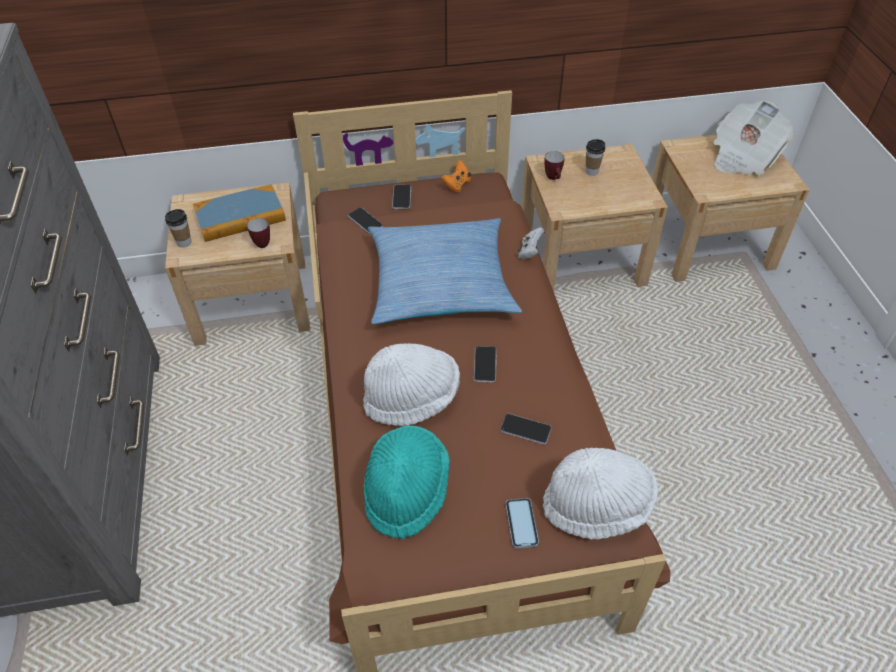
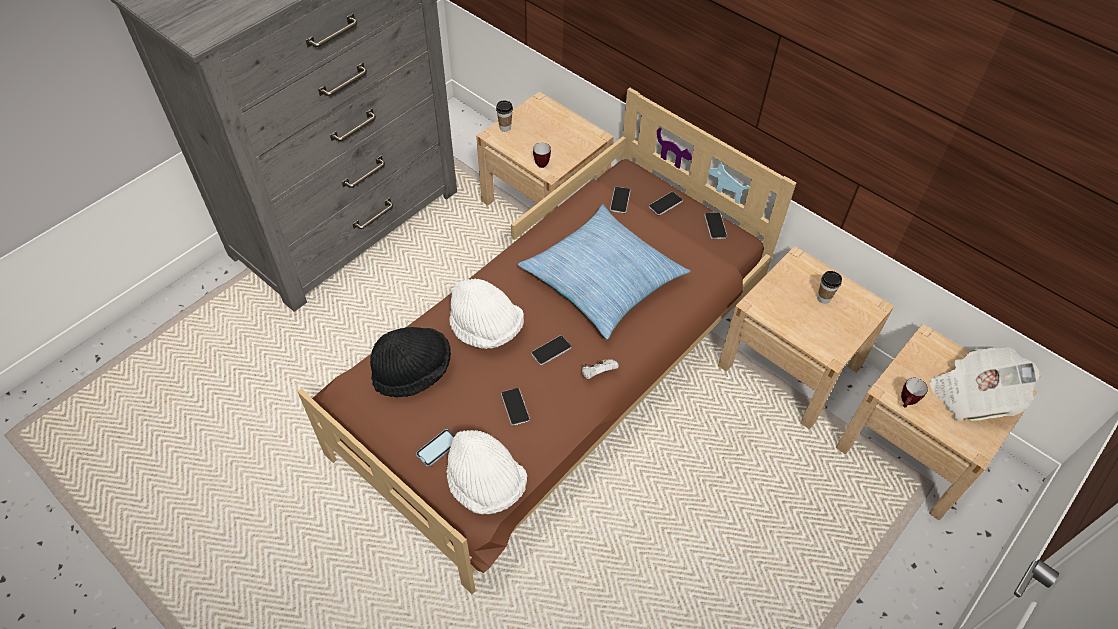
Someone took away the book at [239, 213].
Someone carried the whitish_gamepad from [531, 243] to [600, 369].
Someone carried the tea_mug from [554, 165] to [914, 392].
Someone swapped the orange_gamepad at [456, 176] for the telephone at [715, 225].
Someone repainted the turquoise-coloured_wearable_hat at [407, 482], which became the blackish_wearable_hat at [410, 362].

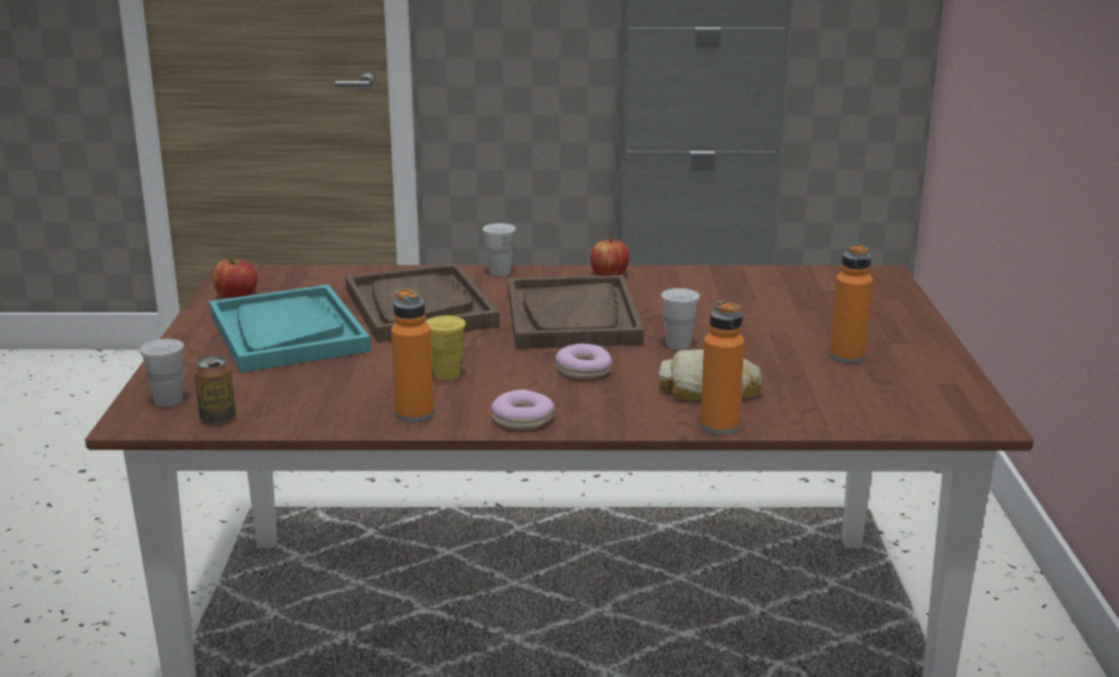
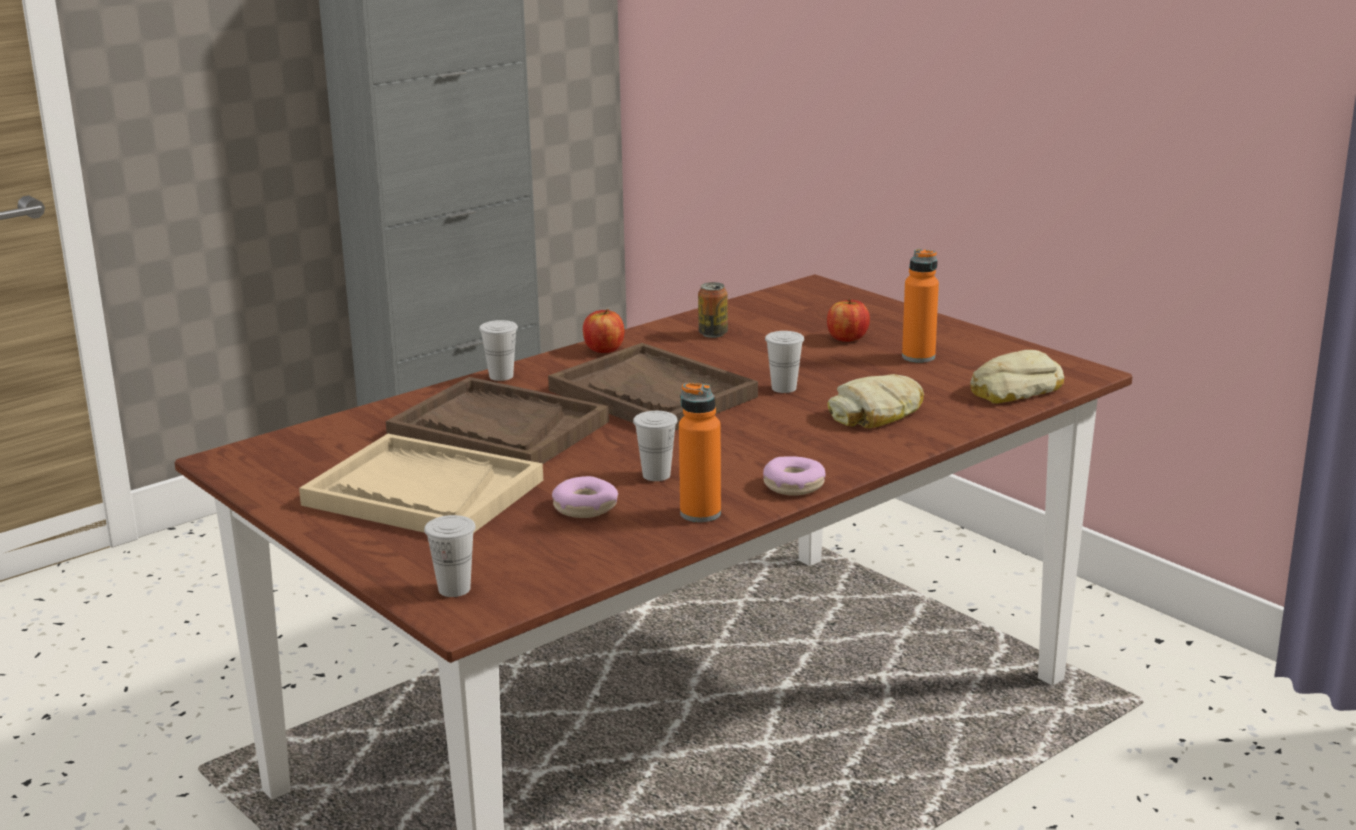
Someone took away the orange_bottle at [722, 368].
Someone put down the baked_bread at [1017, 377].
Someone carried the sealed_can from [215, 390] to [713, 310].
Someone carried the apple_fruit from [235, 278] to [848, 320].
Someone carried the doughnut from [584, 361] to [585, 497].
Someone repainted the turquoise-coloured_carrying_tray at [290, 328], which became the sand-coloured_carrying_tray at [421, 483].
Someone repainted the yellow_drinking_cup at [446, 348], which became the whitish_drinking_cup at [655, 446].

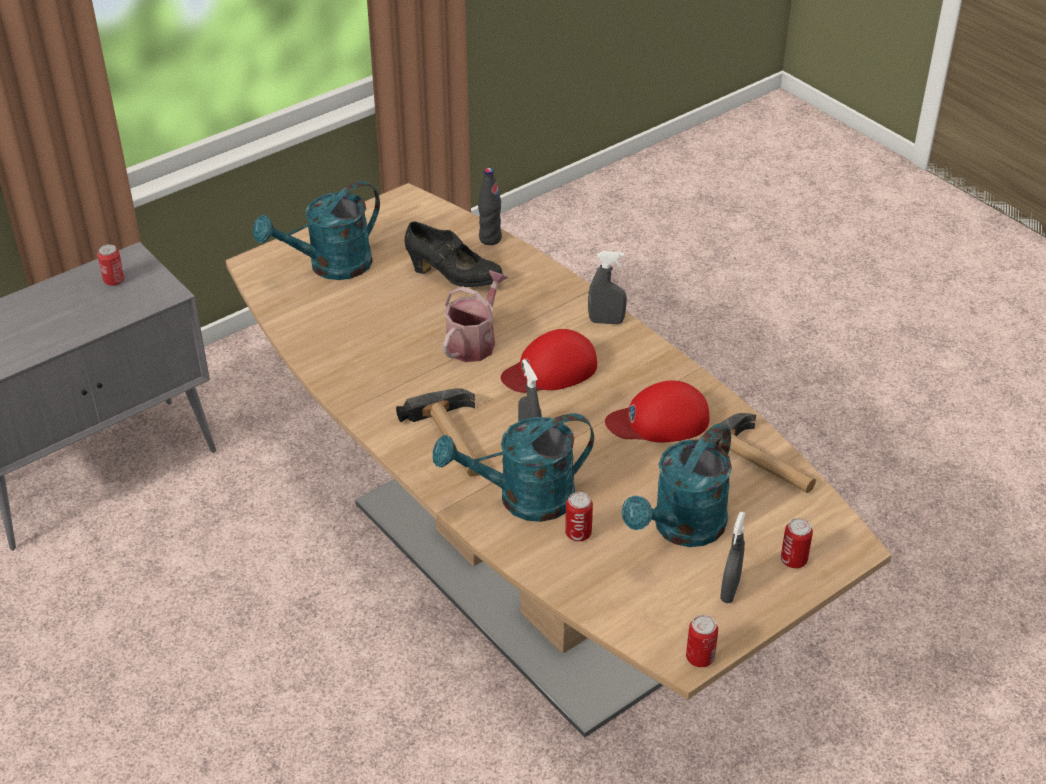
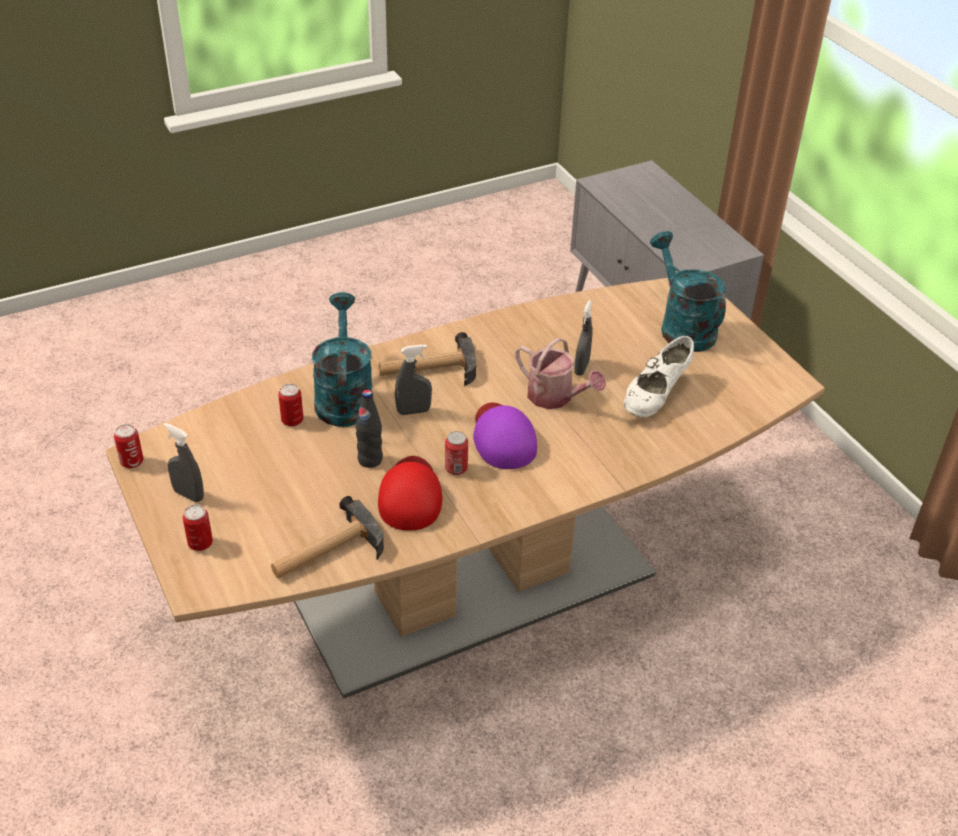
Someone took away the turquoise-coloured_watering_can at [677, 485].
Someone carried the sealed_can from [110, 265] to [456, 453].
Someone carried the blackish_bottle from [490, 206] to [369, 429].
Someone carried the gray_spray_bottle from [607, 287] to [583, 338].
Someone repainted the blackish_shoe at [454, 254], which became the whitish_shoe at [659, 377].
Someone repainted the reddish_cap at [549, 361], which became the purple-coloured_cap at [505, 435].

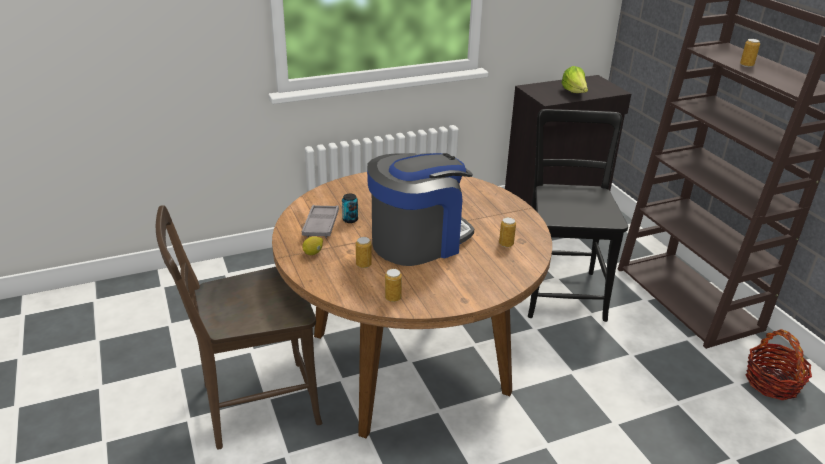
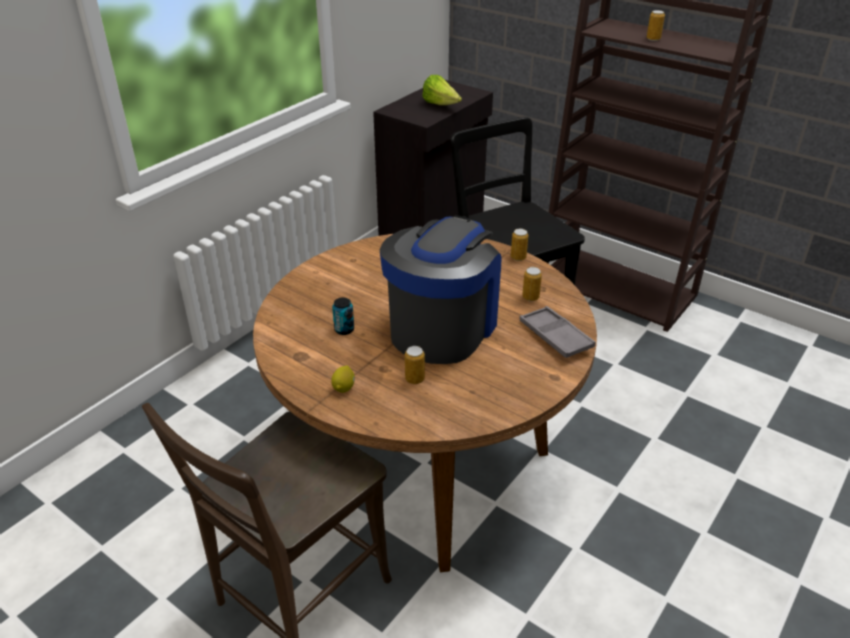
Someone took away the household_basket at [779, 364].
Someone carried the gray_carrying_tray from [320, 221] to [557, 332].
Someone carried the sealed_can from [393, 285] to [519, 245].

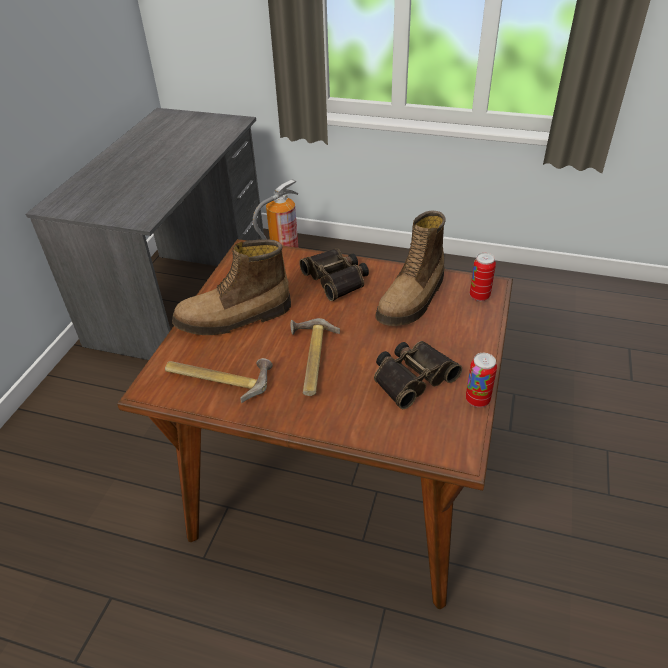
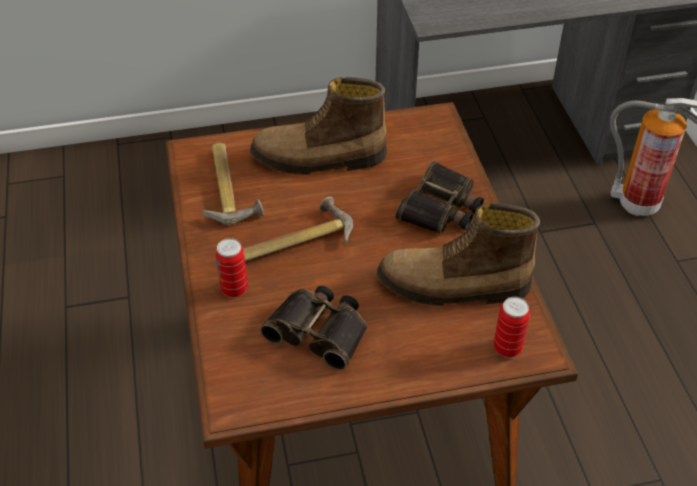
Someone carried the sealed_can from [481, 380] to [231, 268].
Someone rotated the boot at [231, 287] by 45 degrees counterclockwise.

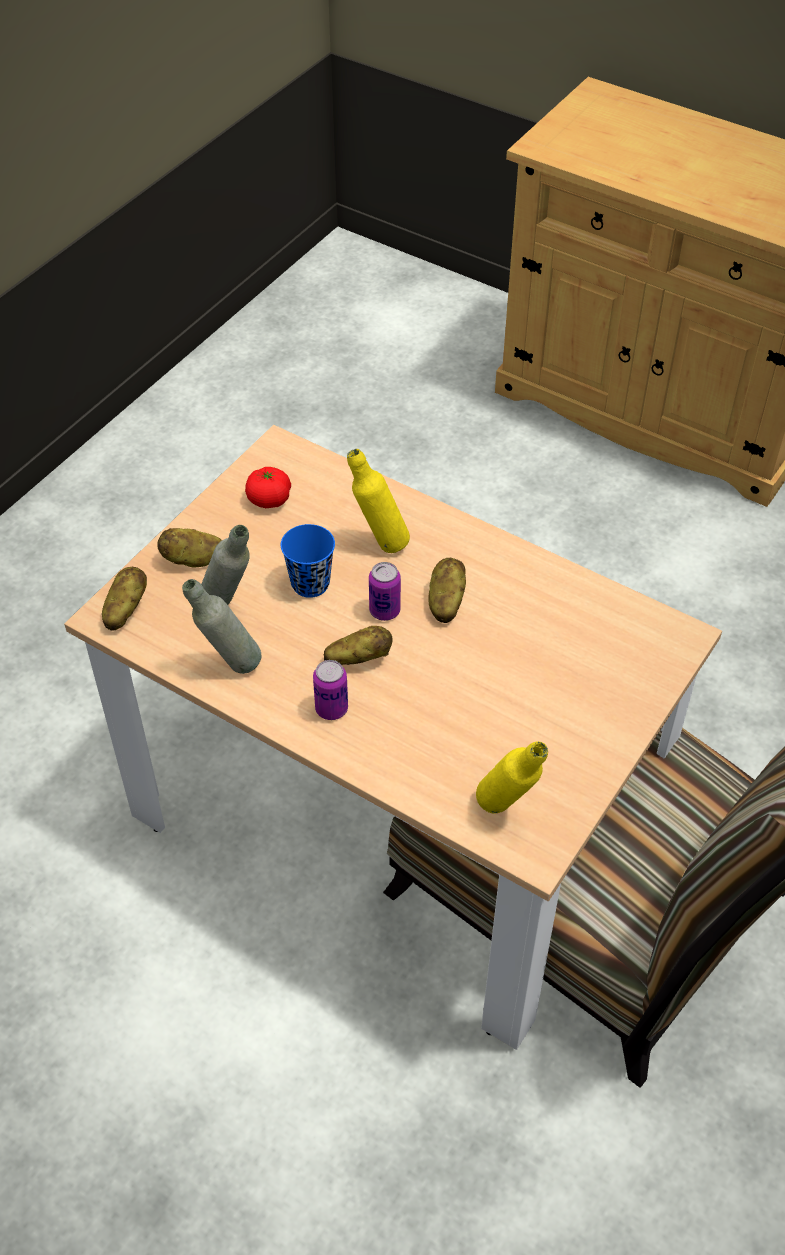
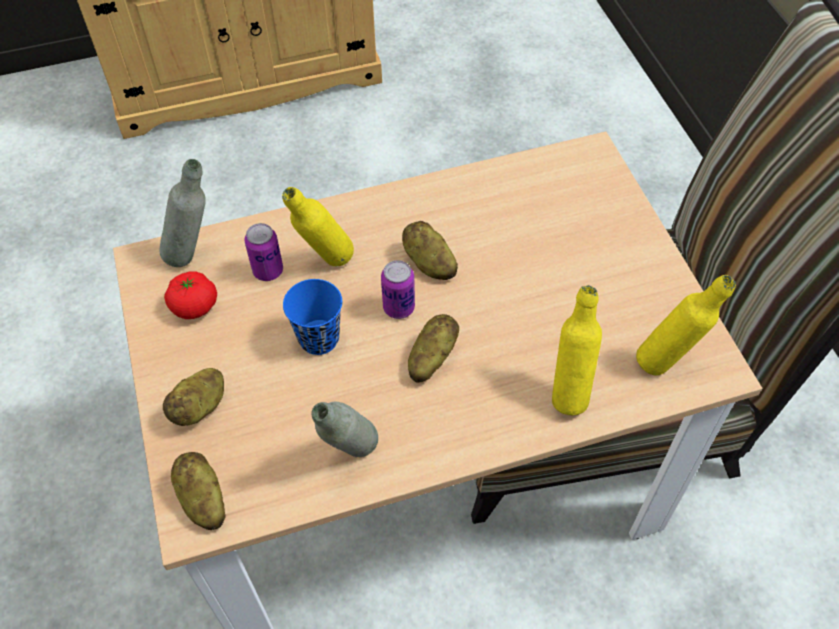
Someone put down the yellow_bottle at [577, 350].
Someone carried the gray_bottle from [225, 565] to [182, 213].
Someone carried the sealed_can from [330, 690] to [263, 252].

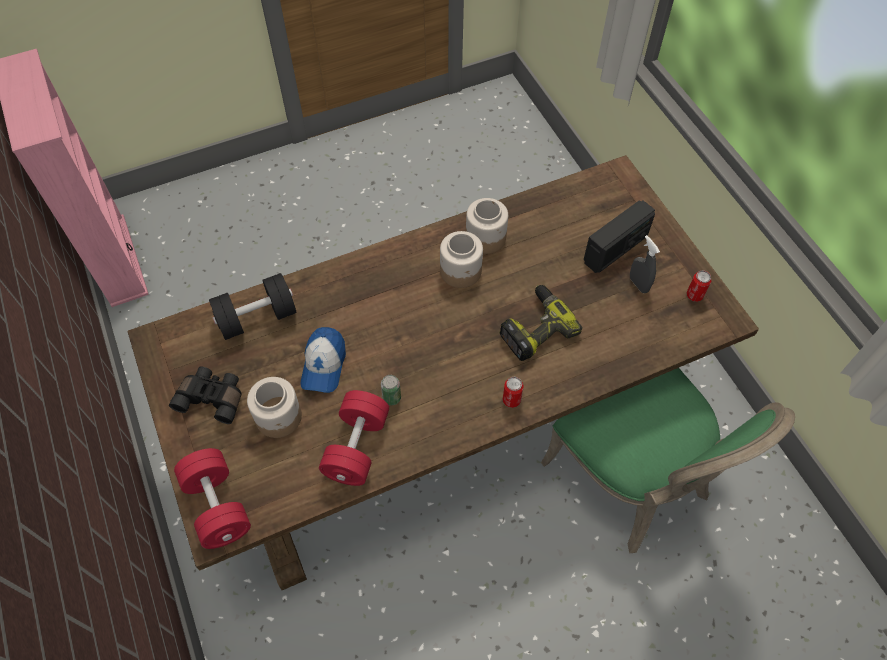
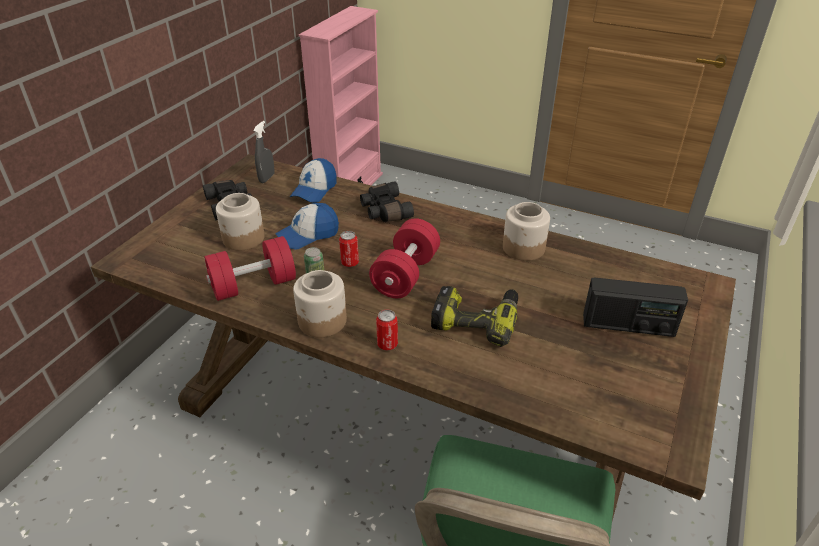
Someone put down the blackish_field_glasses at [387, 202].
Someone carried the reddish_free_weight from [212, 498] to [404, 258].
Someone carried the preserve_jar from [461, 259] to [320, 303].
Someone carried the gray_spray_bottle from [645, 264] to [263, 152].
Someone carried the sealed_can from [698, 286] to [349, 249].
Someone swapped the blackish_free_weight at [252, 306] for the cap at [313, 180].

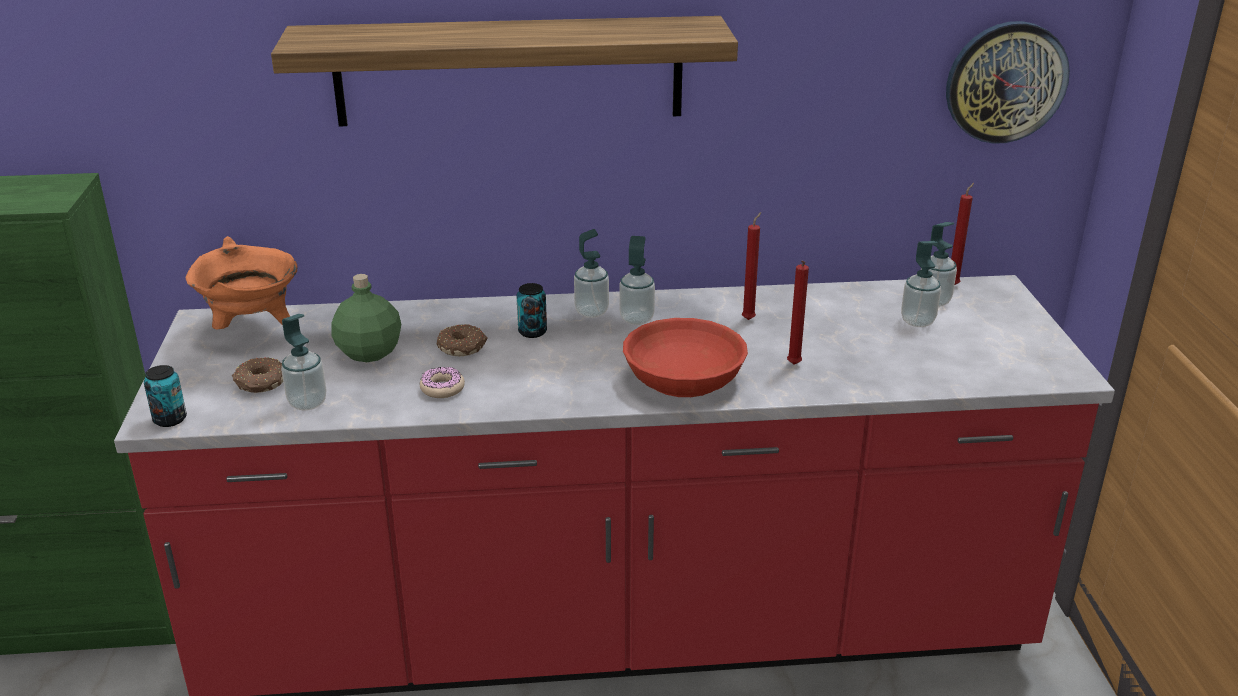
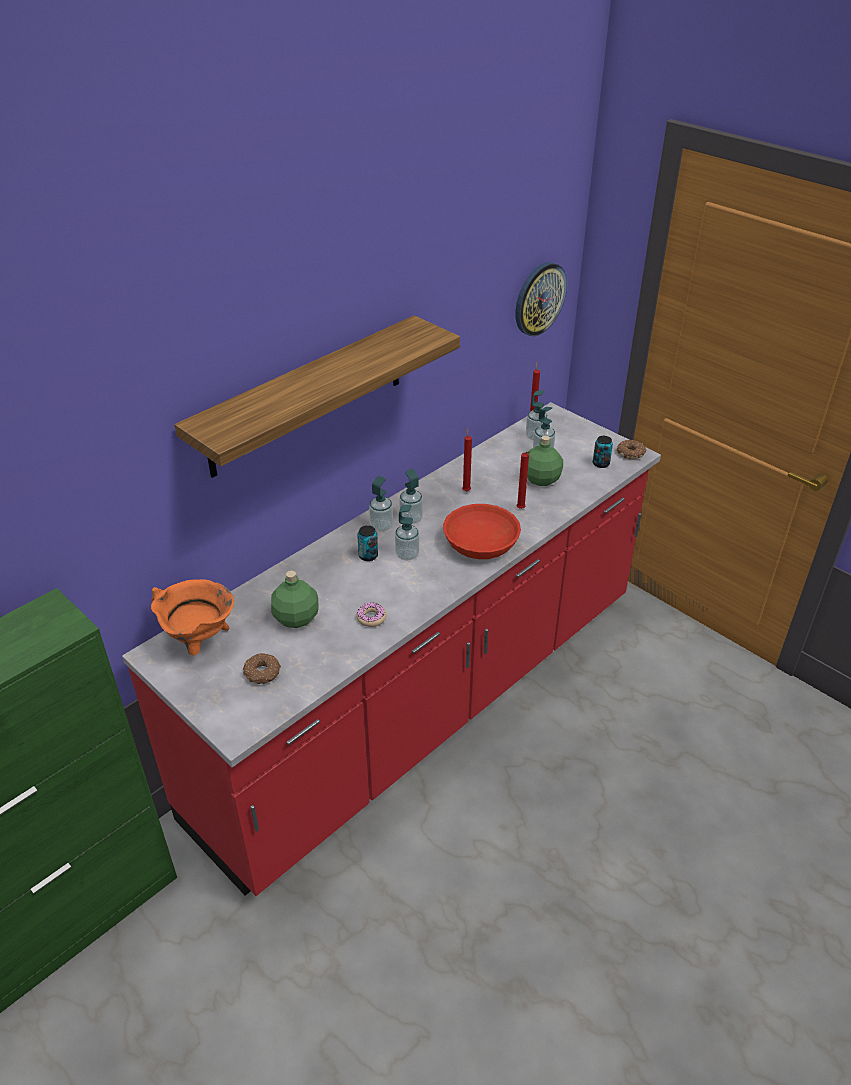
Someone put down the green_bottle at [545, 460].
Someone carried the sealed_can from [165, 396] to [603, 452].
Someone carried the liquid_soap_bottle from [303, 362] to [407, 532].
Someone carried the doughnut from [462, 340] to [631, 450].

